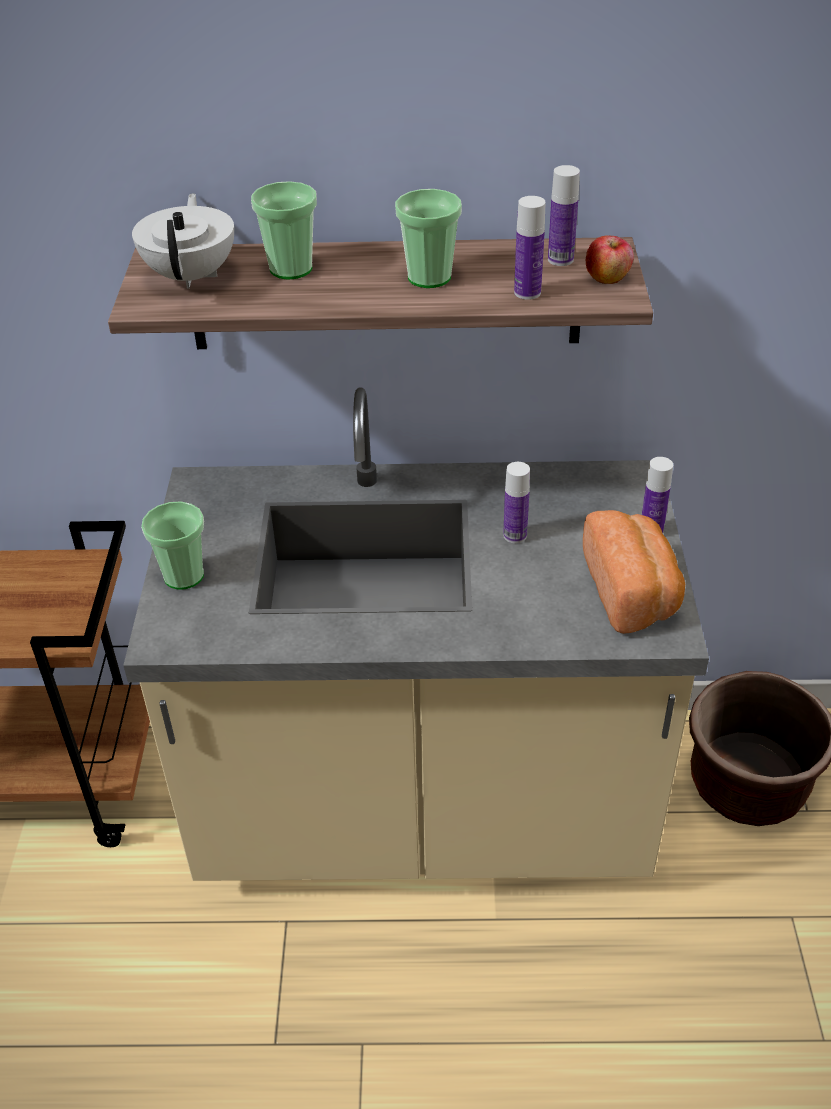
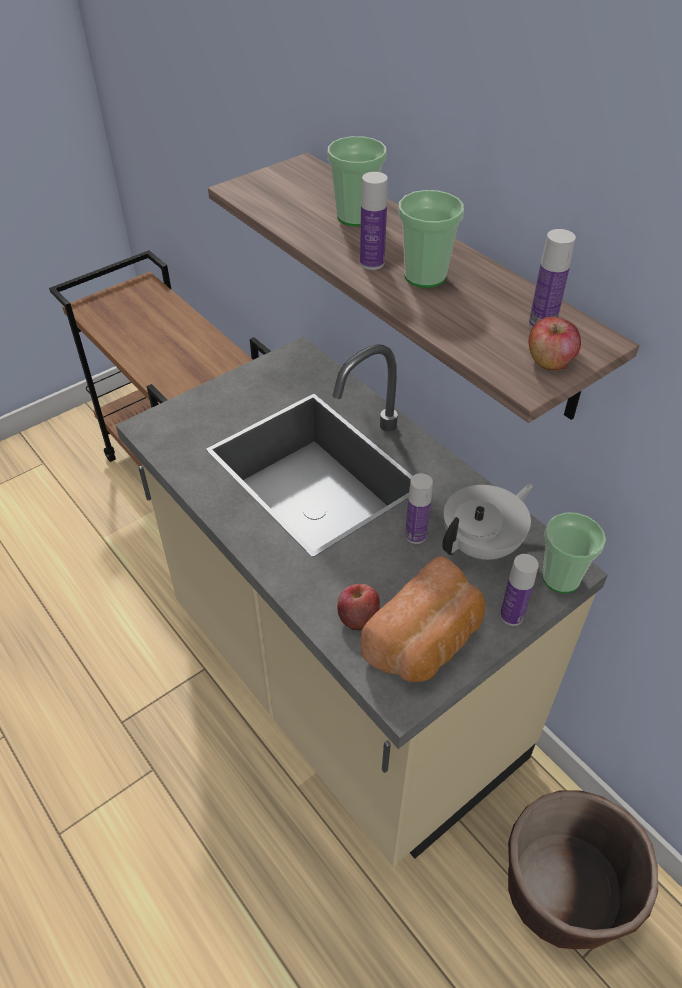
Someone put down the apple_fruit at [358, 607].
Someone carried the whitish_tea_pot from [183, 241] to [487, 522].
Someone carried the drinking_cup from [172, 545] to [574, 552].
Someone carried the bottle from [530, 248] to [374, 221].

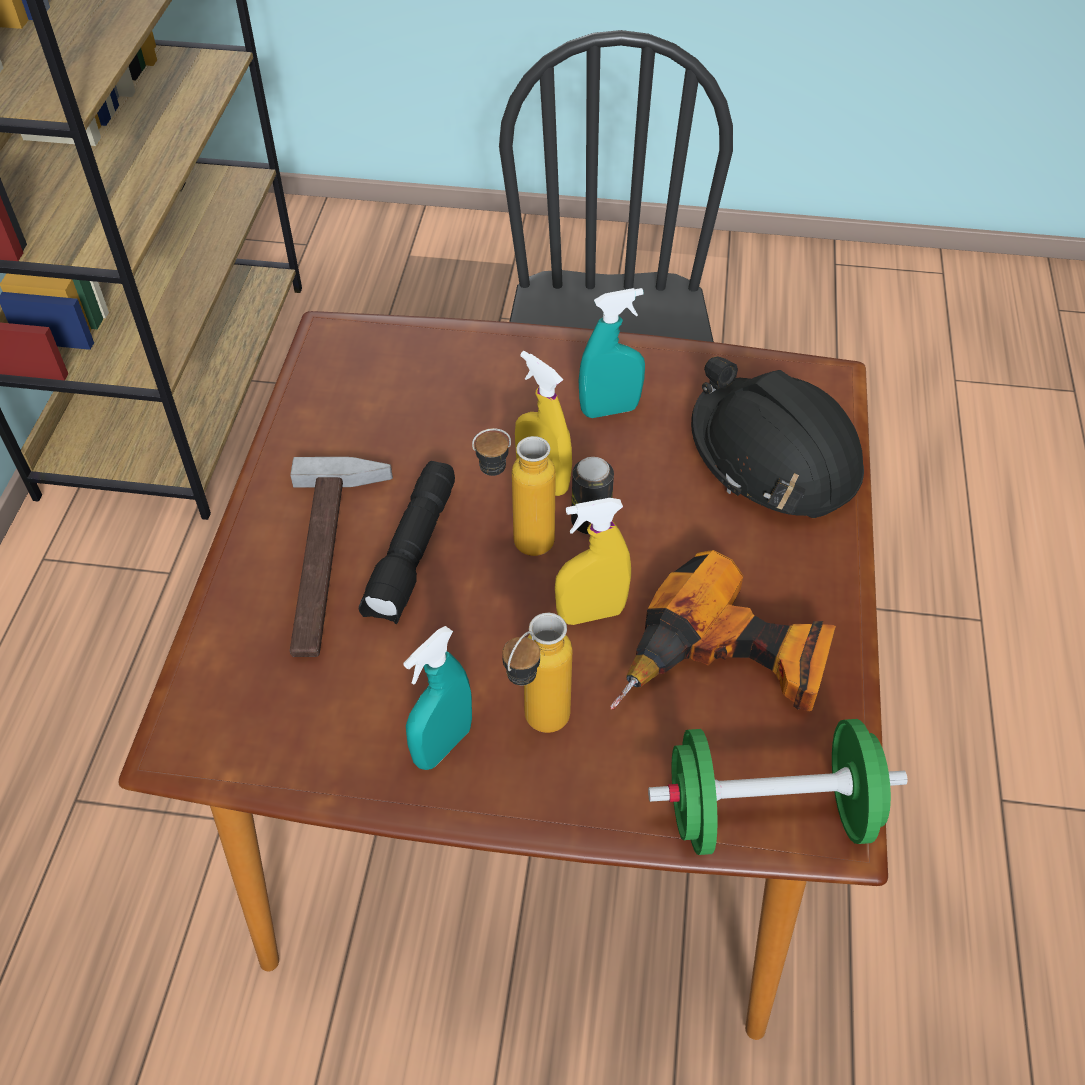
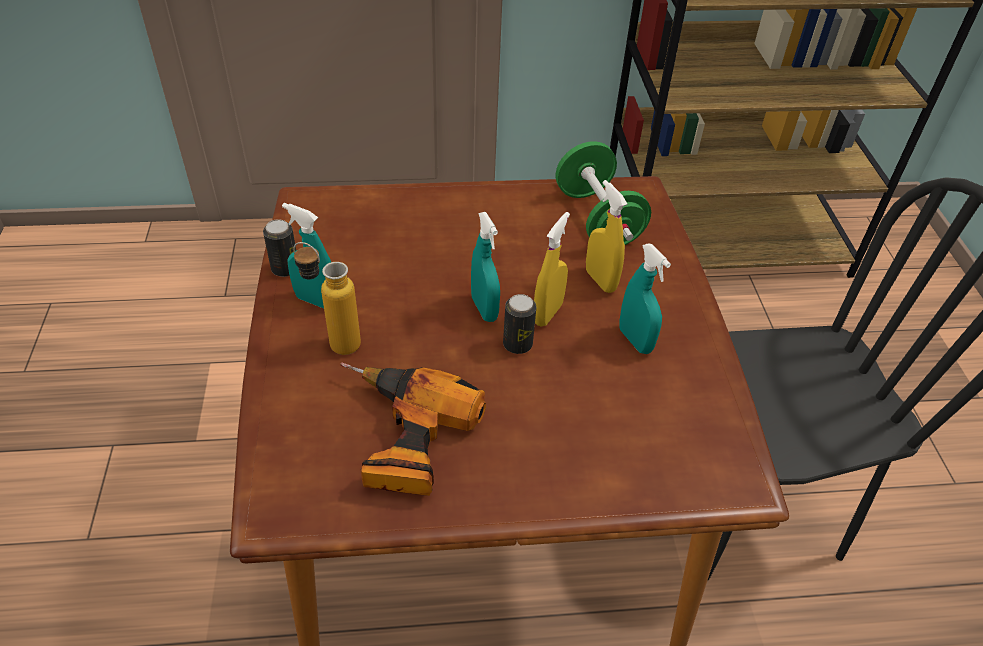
Someone took away the hammer at [341, 557].
Someone took away the blackish_flashlight at [407, 542].
Someone took away the blackish_hard_hat at [777, 437].
Someone put down the sealed_can at [279, 248].
Someone carried the yellow_spray_bottle from [593, 561] to [606, 236].
Someone carried the green_free_weight from [777, 787] to [603, 193].
Someone swapped the bottle at [514, 492] for the turquoise-coloured_spray_bottle at [485, 267].

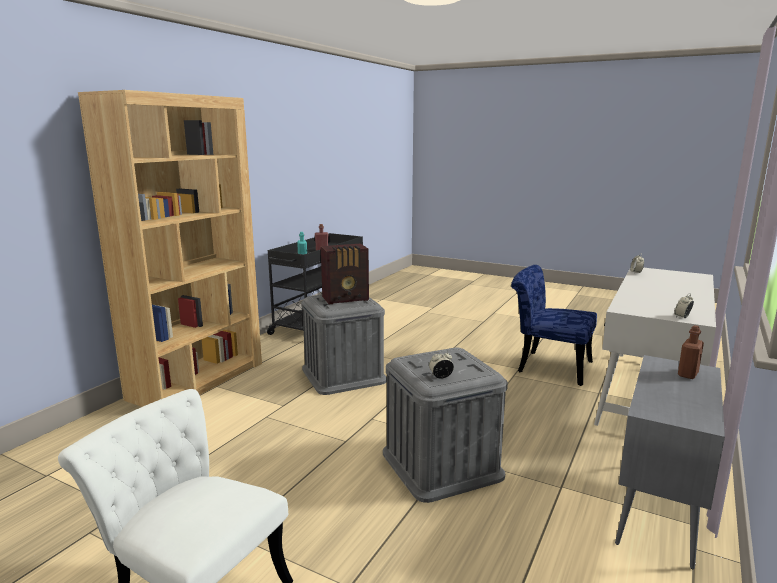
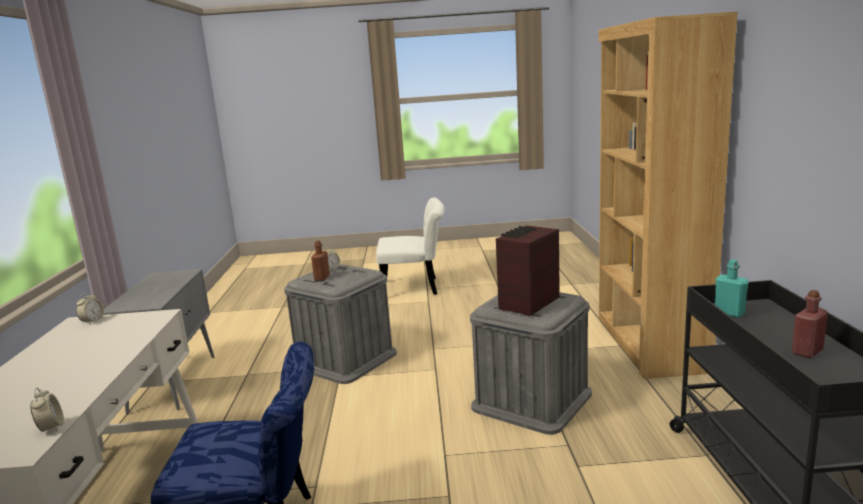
Someone carried the brown-coloured_bottle from [691, 352] to [320, 260].

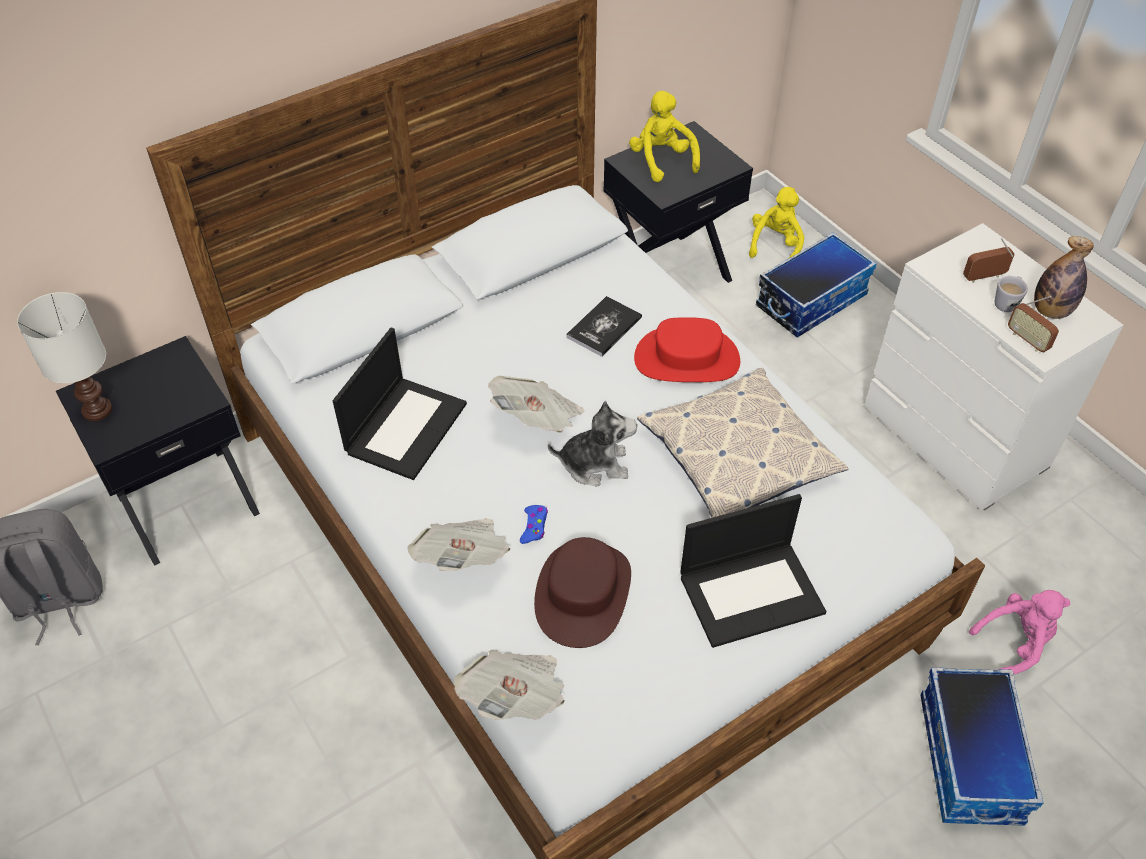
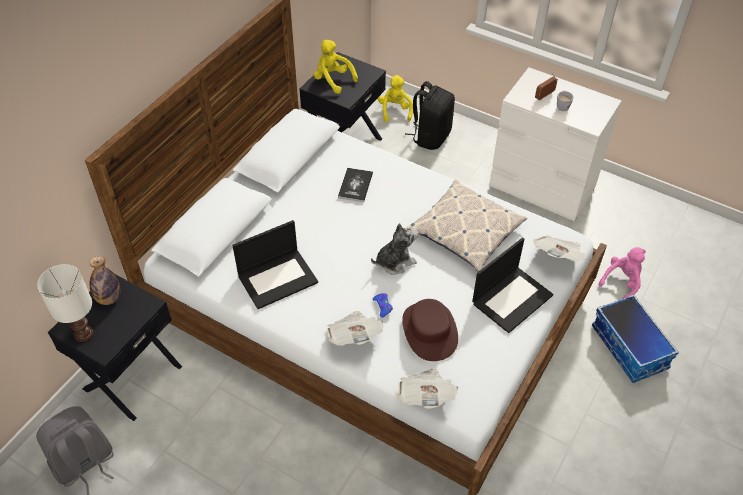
Someone took away the reddish_wearable_hat at [687, 350].
Someone took away the radio_set at [1033, 324].
Someone carried the daily_paper from [536, 404] to [559, 248].
Someone carried the bottle from [1064, 277] to [105, 280].
Someone swapped the storage_container at [816, 285] for the blackish_backpack at [430, 115].
Someone rotated the notebook_computer at [400, 403] by 60 degrees clockwise.

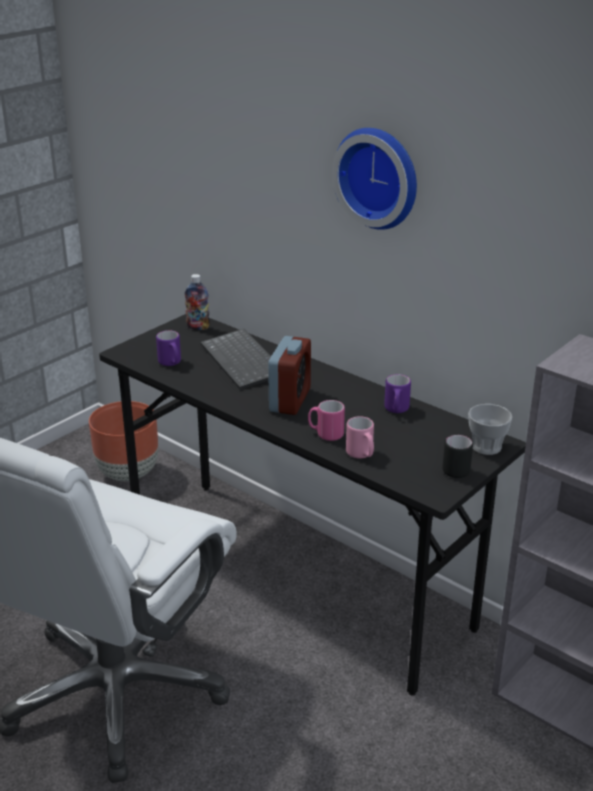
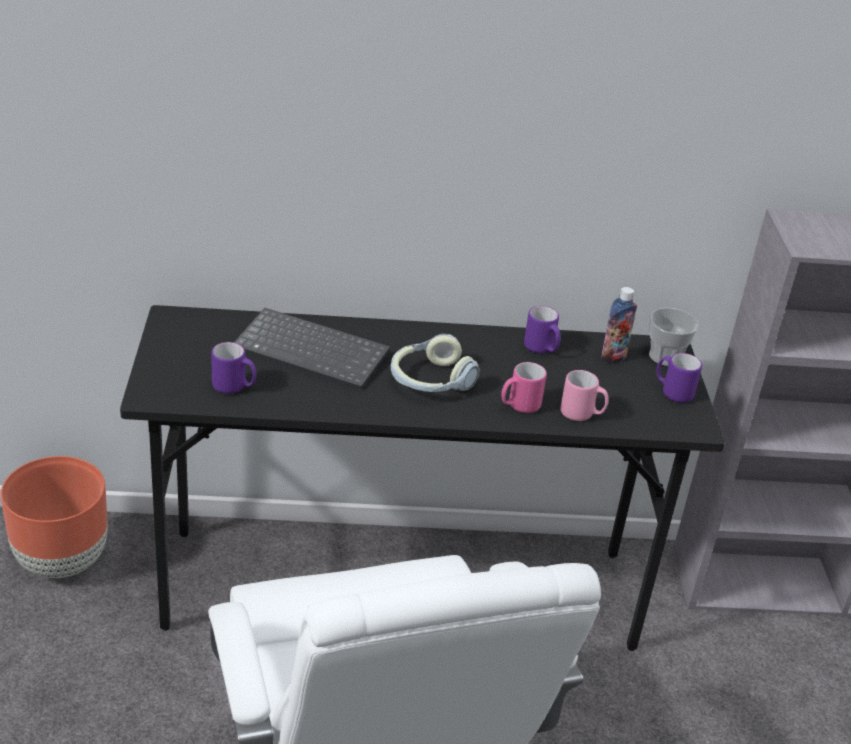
Someone took away the clock_on_the_wall at [374, 179].
Someone carried the bottle from [197, 302] to [619, 325].
Someone swapped the alarm_clock at [289, 375] for the headphones at [435, 363].
Someone repainted the blackish_tea_mug at [457, 456], which became the purple-coloured_tea_mug at [679, 378].

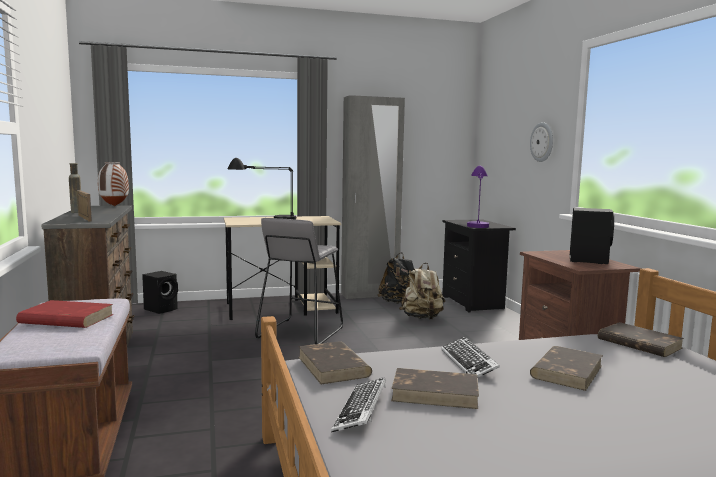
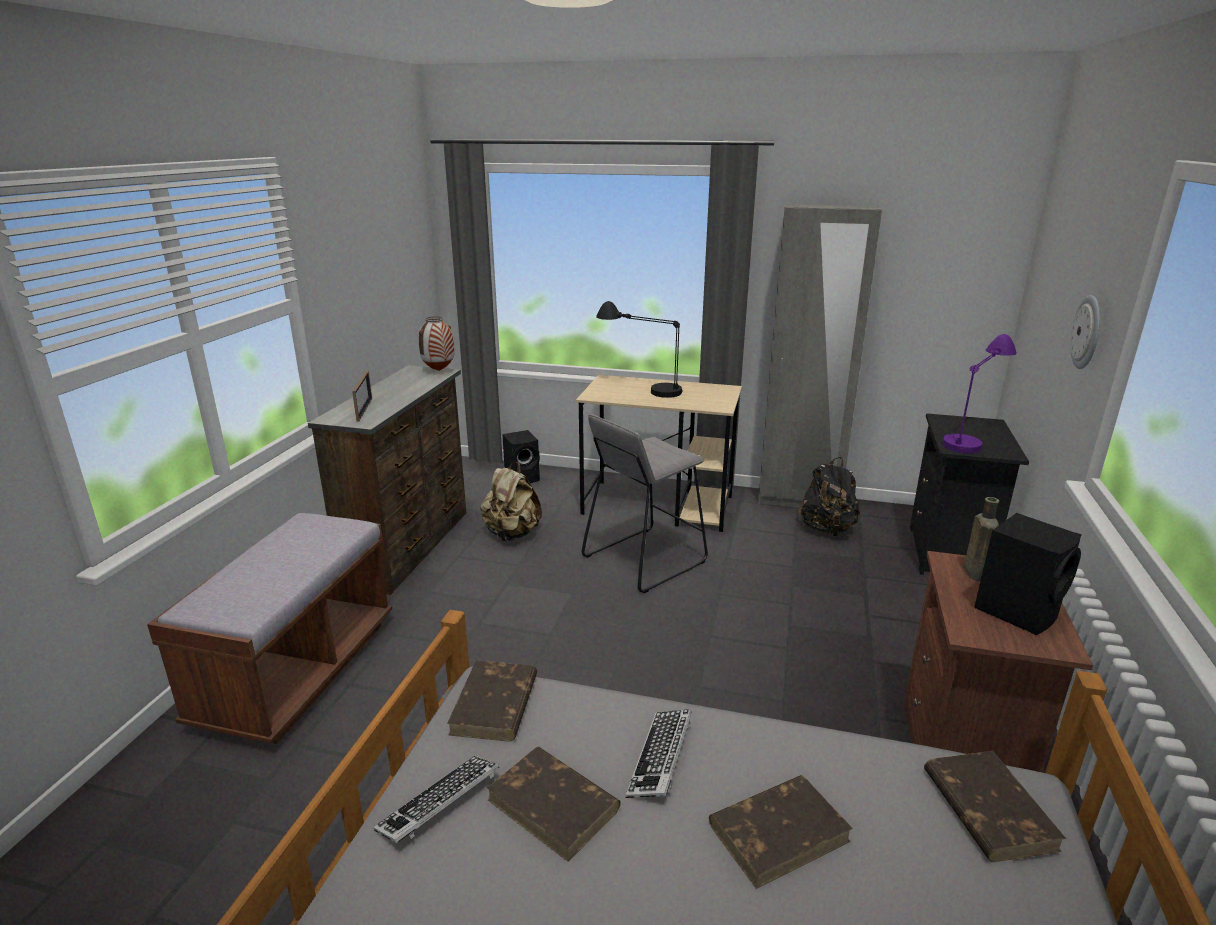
Someone took away the reddish_book at [65, 314].
Someone carried the brown-coloured_bottle from [75, 188] to [981, 539].
Someone carried the sand-coloured_backpack from [422, 291] to [511, 501].

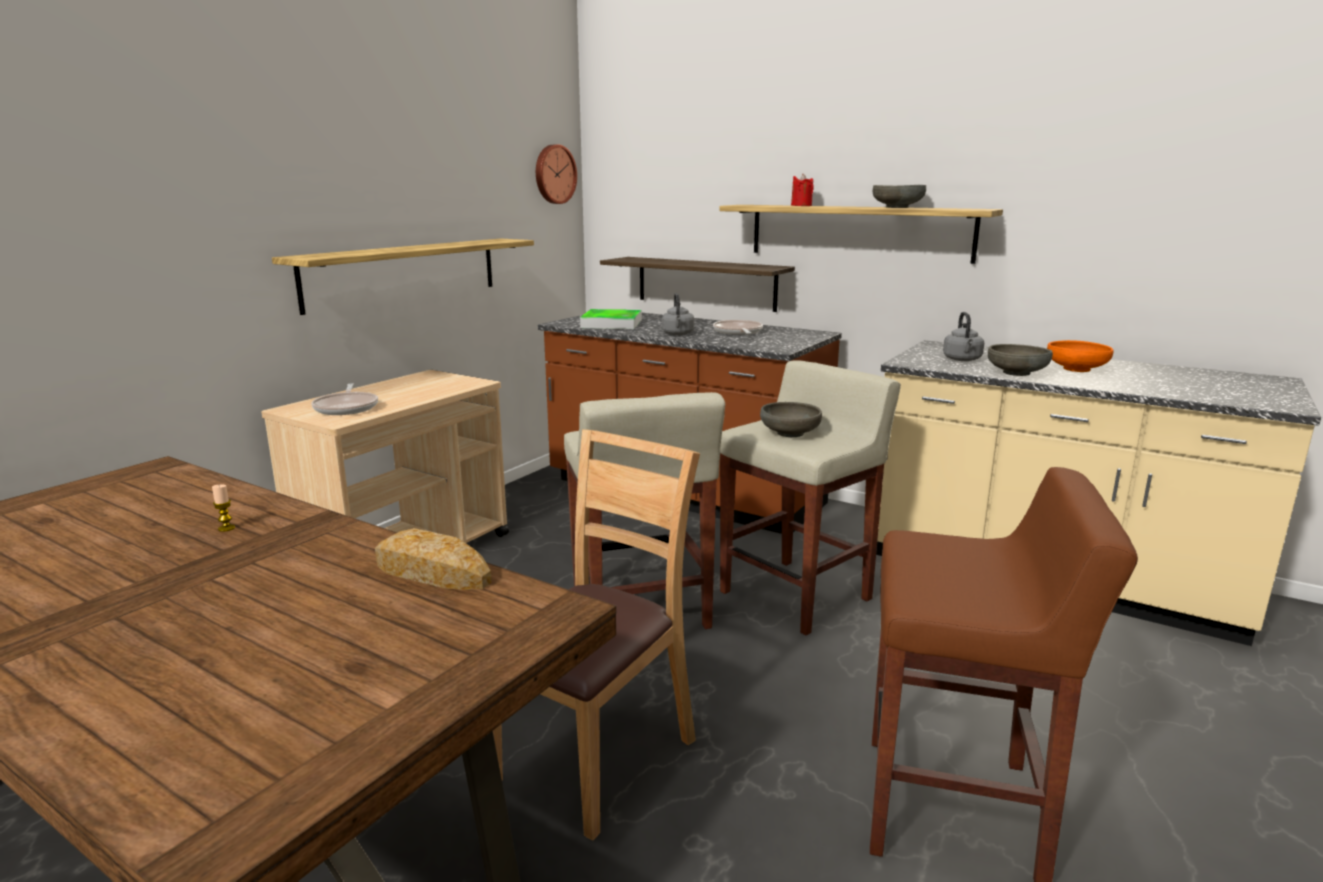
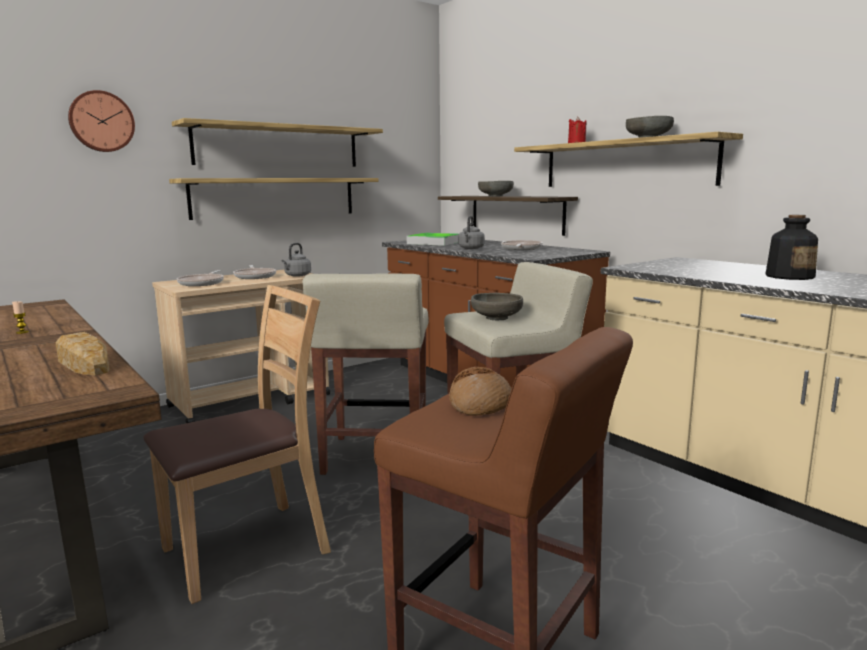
Someone put up the wall_shelf at [277, 142].
Someone put down the pan at [254, 272].
Someone put down the baked_bread at [480, 391].
Someone carried the clock_on_the_wall from [556, 174] to [101, 121].
Someone carried the gray_tea_kettle from [963, 336] to [296, 260].
Someone carried the gray_deep_dish from [1020, 360] to [496, 188].
Someone swapped the orange_deep_dish at [1080, 356] for the bottle at [791, 247].

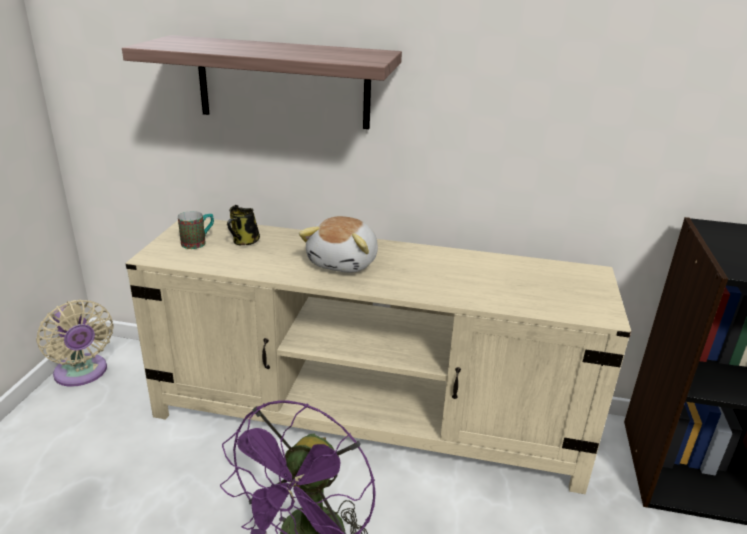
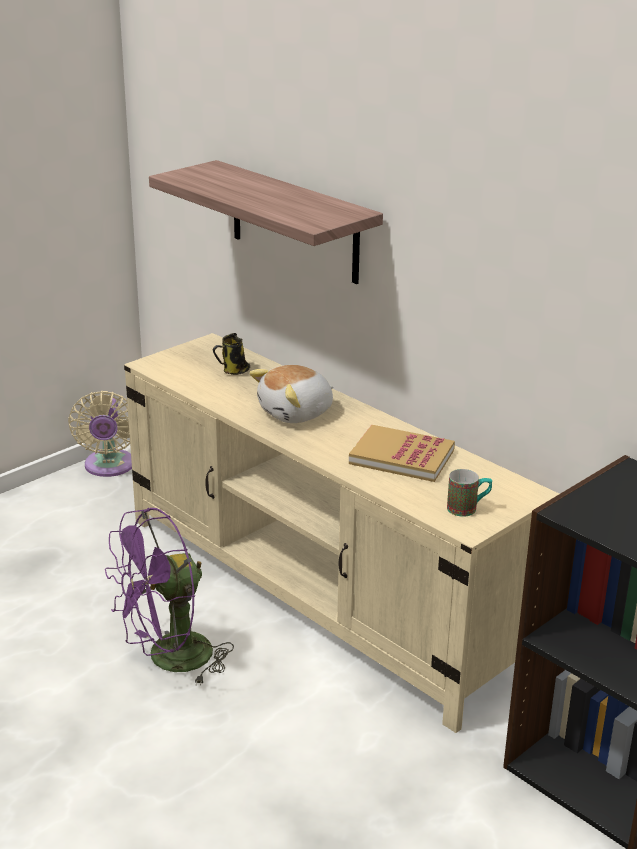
Someone put down the book at [402, 453].
Someone carried the tea_mug from [196, 230] to [469, 493].

